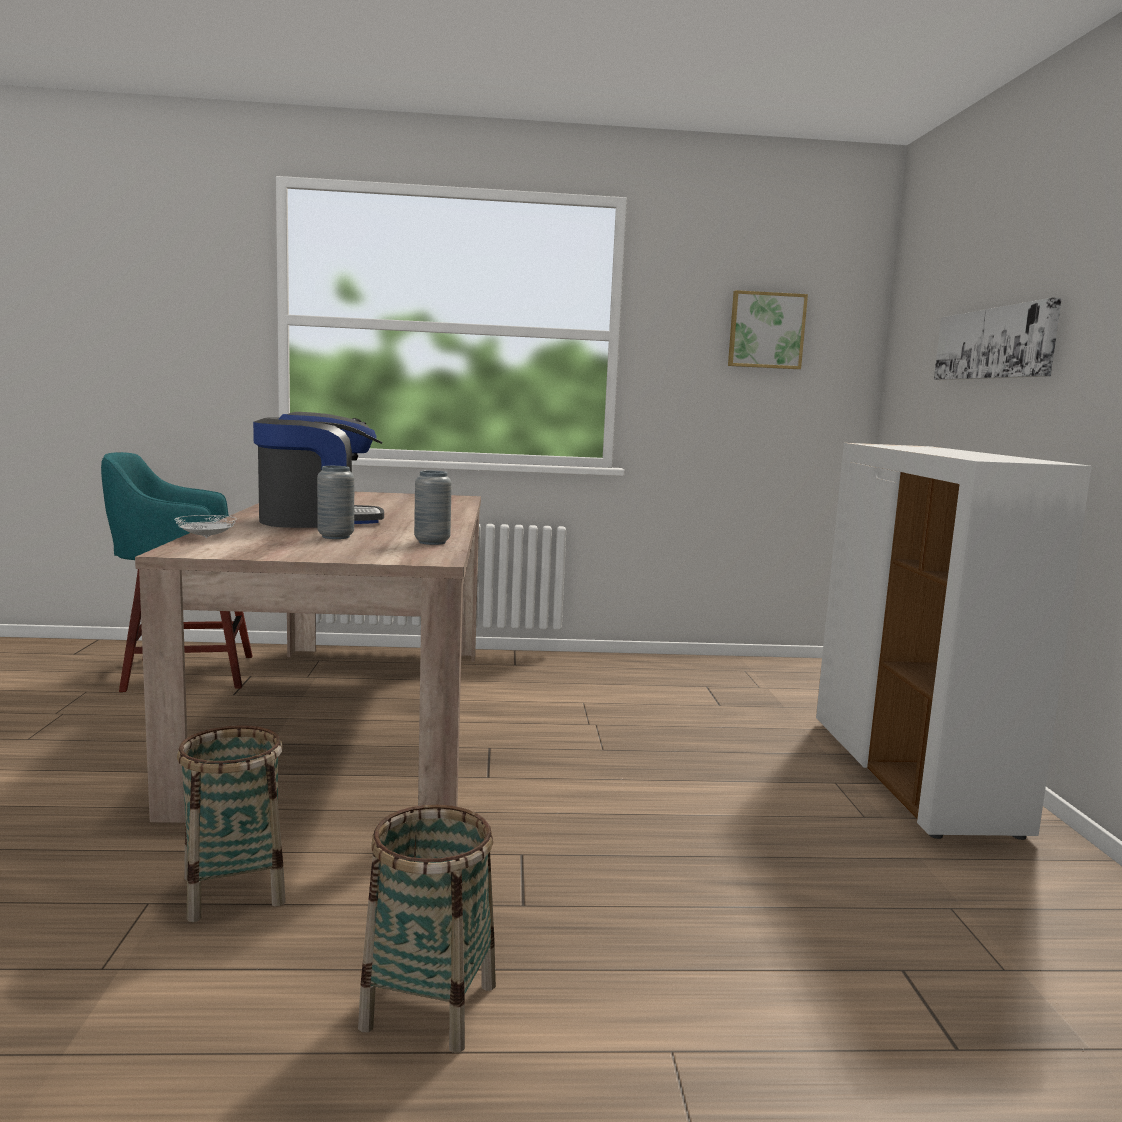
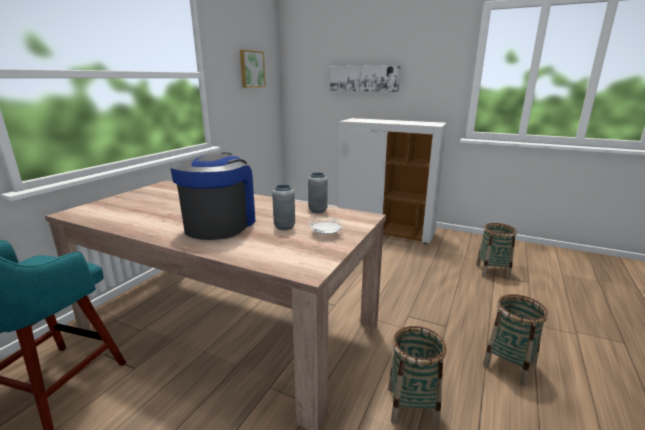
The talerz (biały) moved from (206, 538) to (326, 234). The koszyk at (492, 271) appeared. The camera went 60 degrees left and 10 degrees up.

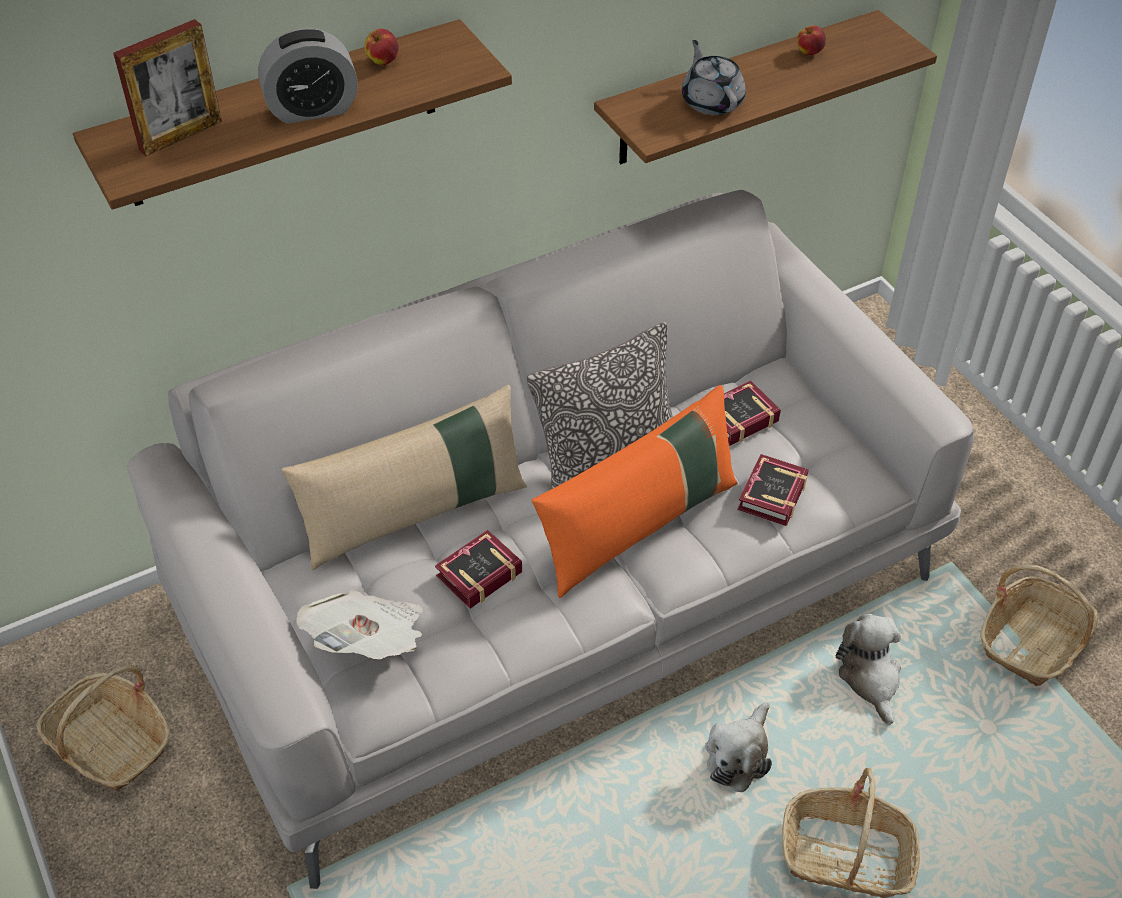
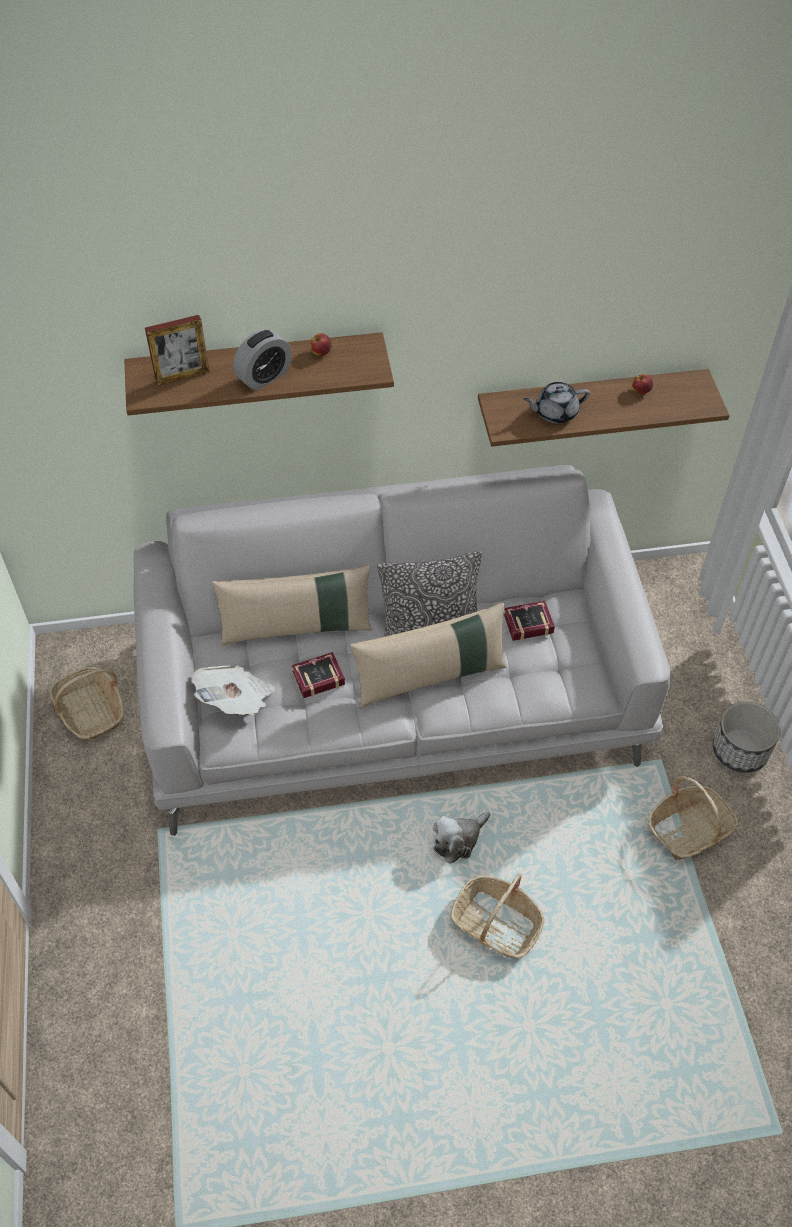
The budzik at (312, 109) turned 45 degrees counterclockwise. The imbryk (szary) at (712, 101) turned 105 degrees counterclockwise. The poduszka (pomarańczowy) at (639, 526) became the poduszka (beżowy) at (430, 676). The książka at (769, 497) disappeared. The pluszak at (870, 678) disappeared. The donica at (740, 750) appeared. The camera went 20 degrees right and 5 degrees up.

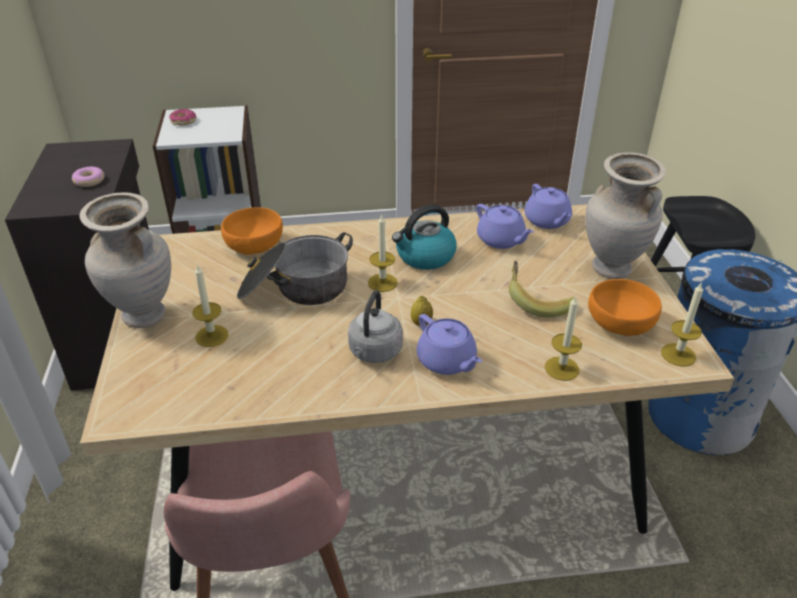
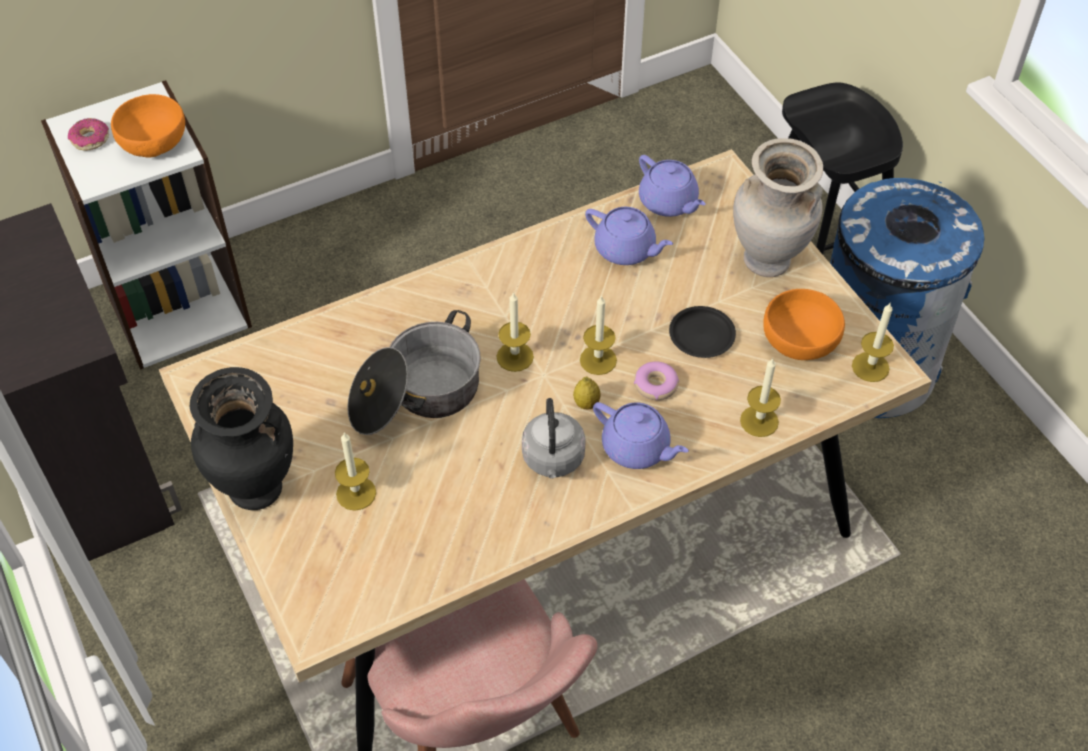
The donut moved from (89, 181) to (655, 385). The wazon (beżowy) at (143, 317) became the wazon (czarny) at (256, 491). The czajnik at (425, 257) disappeared. The miska (pomarańczowy) moved from (255, 245) to (154, 141). The banan at (537, 301) was replaced by the talerz (czarny) at (701, 335). The świeca at (598, 360) appeared. The camera went 20 degrees left and 15 degrees up.

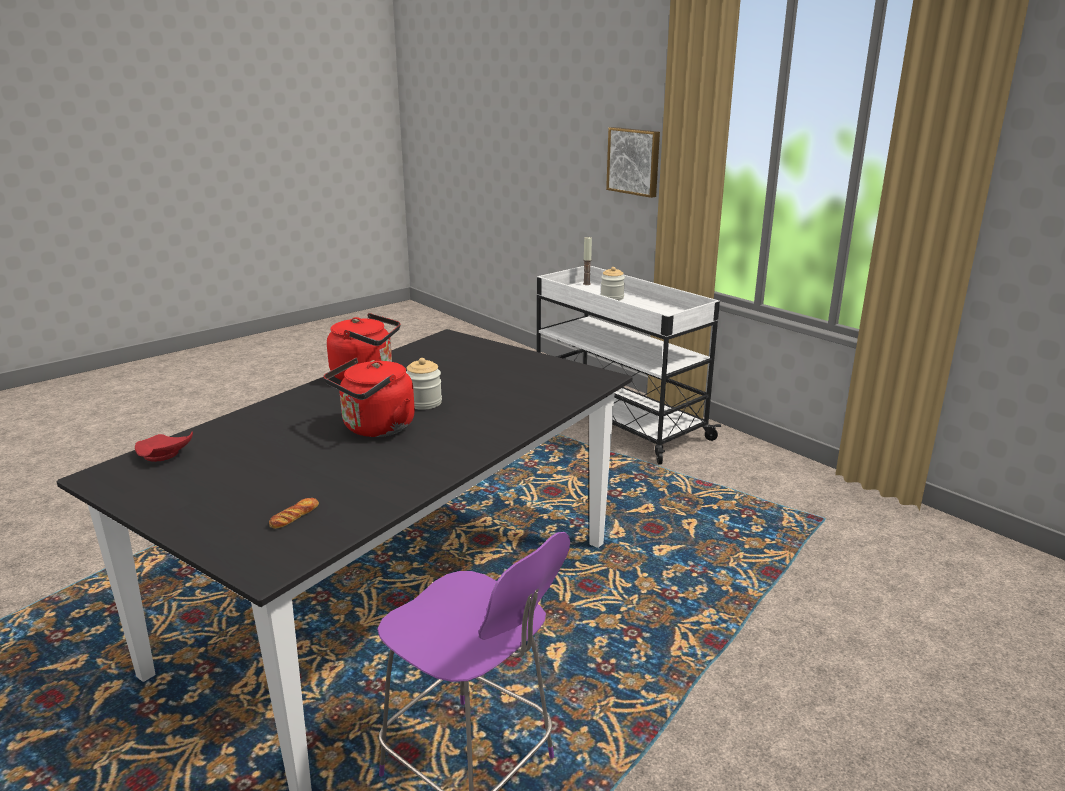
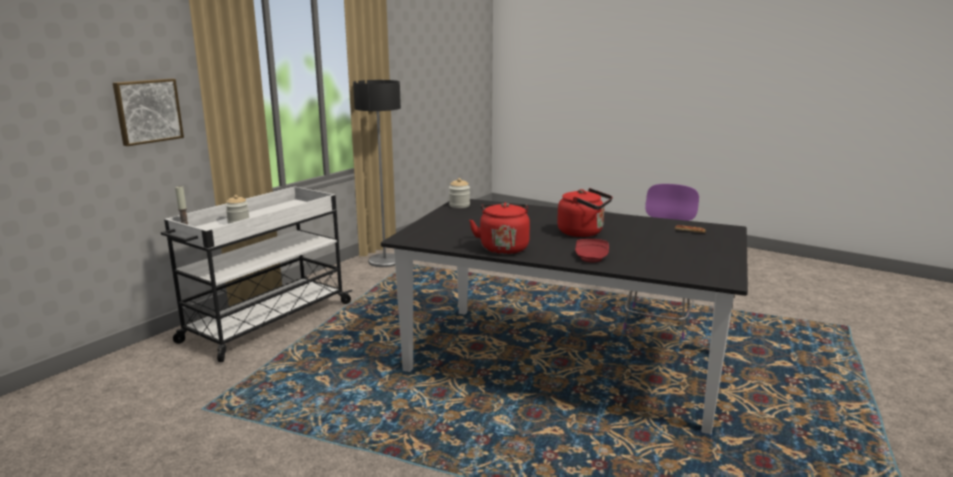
The słoik moved from (424, 403) to (459, 205). The talerz (czerwony) moved from (164, 456) to (591, 257). The lampa stojąca at (385, 261) appeared. The camera went 105 degrees left and 5 degrees down.

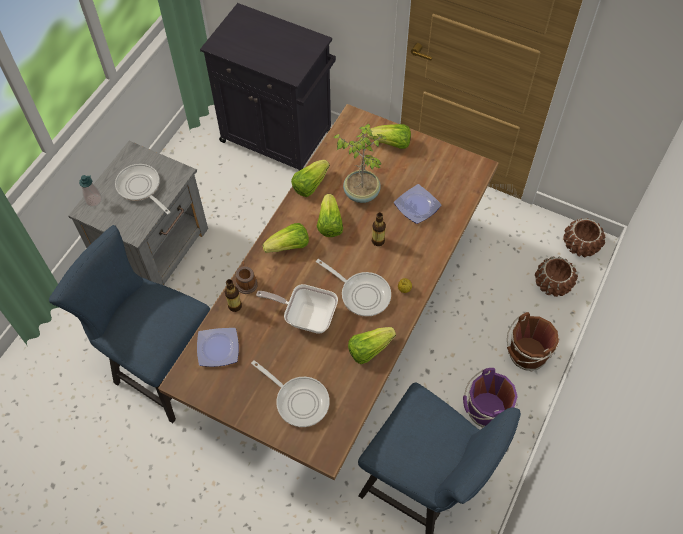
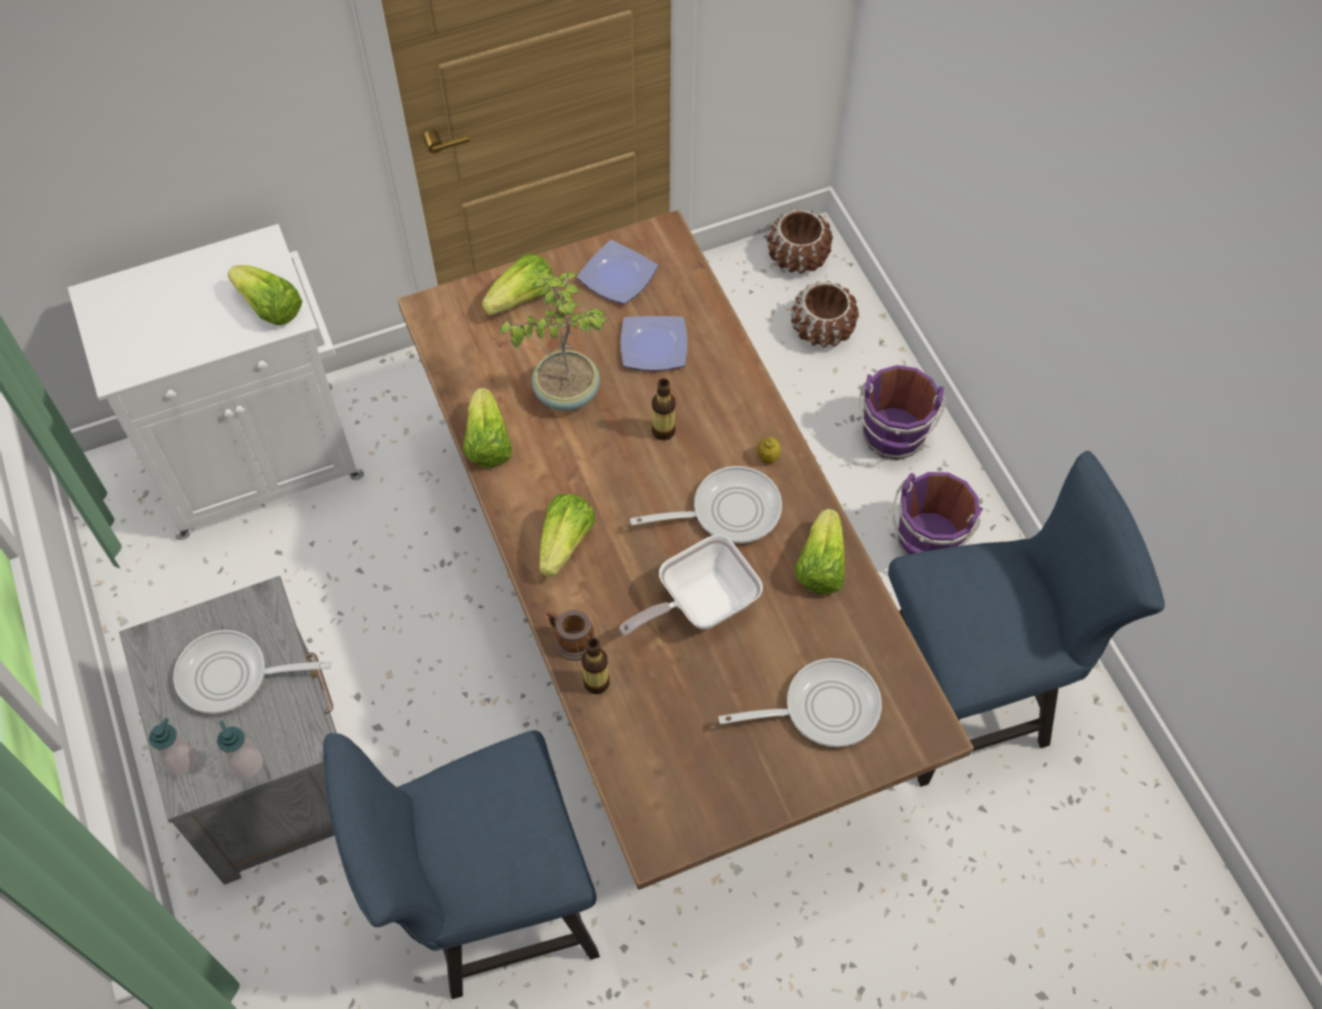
The szafka (czarny) at (278, 138) became the szafka (biały) at (262, 460). The sałata moved from (329, 223) to (269, 308). The wiadro (brązowy) at (526, 355) became the wiadro (fioletowy) at (893, 437). The talerz moved from (219, 349) to (619, 276). The dozownik mydła at (246, 763) appeared. The camera went 50 degrees left and 0 degrees up.

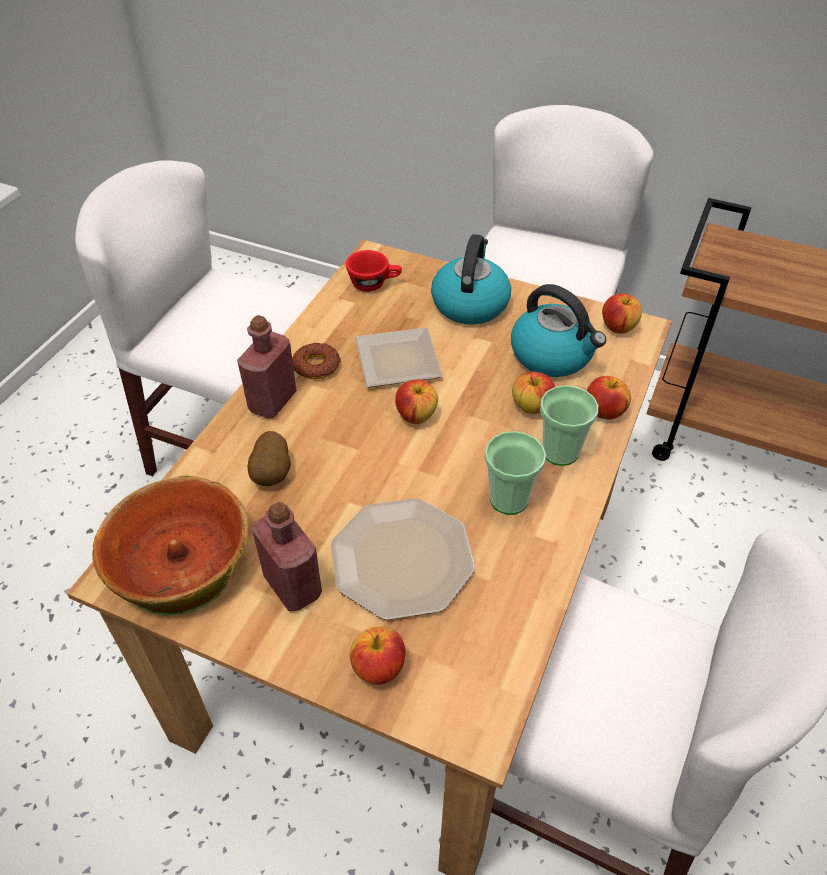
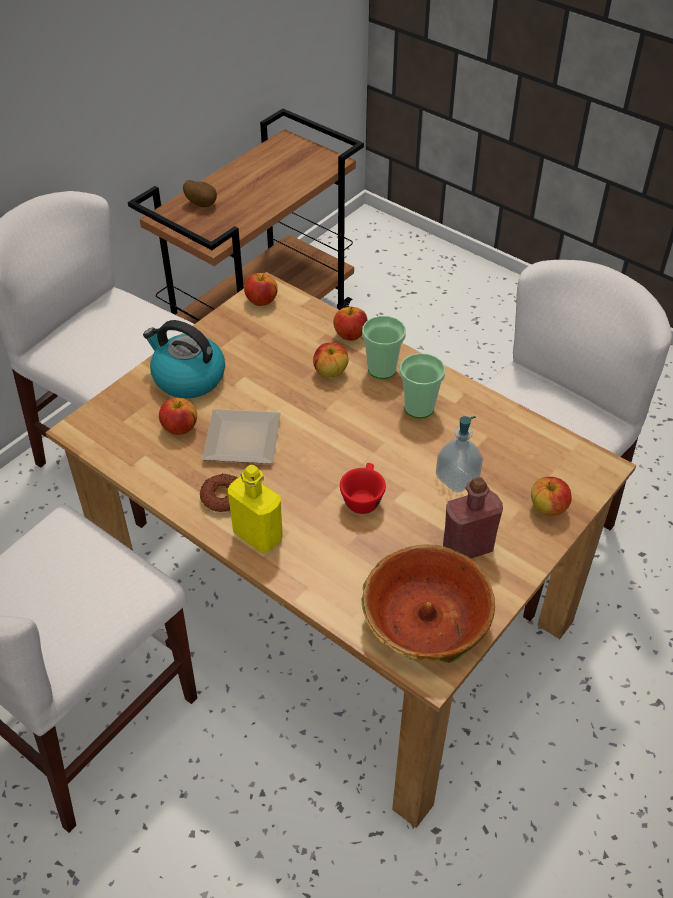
The filiżanka (czerwony) moved from (374, 284) to (362, 497). The czajnik at (553, 355) disappeared. The butelka (czerwony) at (272, 401) became the butelka (żółty) at (258, 535). The jabłko moved from (416, 416) to (180, 428). The ziemniak moved from (273, 474) to (202, 204). The talerz at (402, 557) was replaced by the dozownik mydła at (457, 478). The camera went 75 degrees left and 0 degrees up.

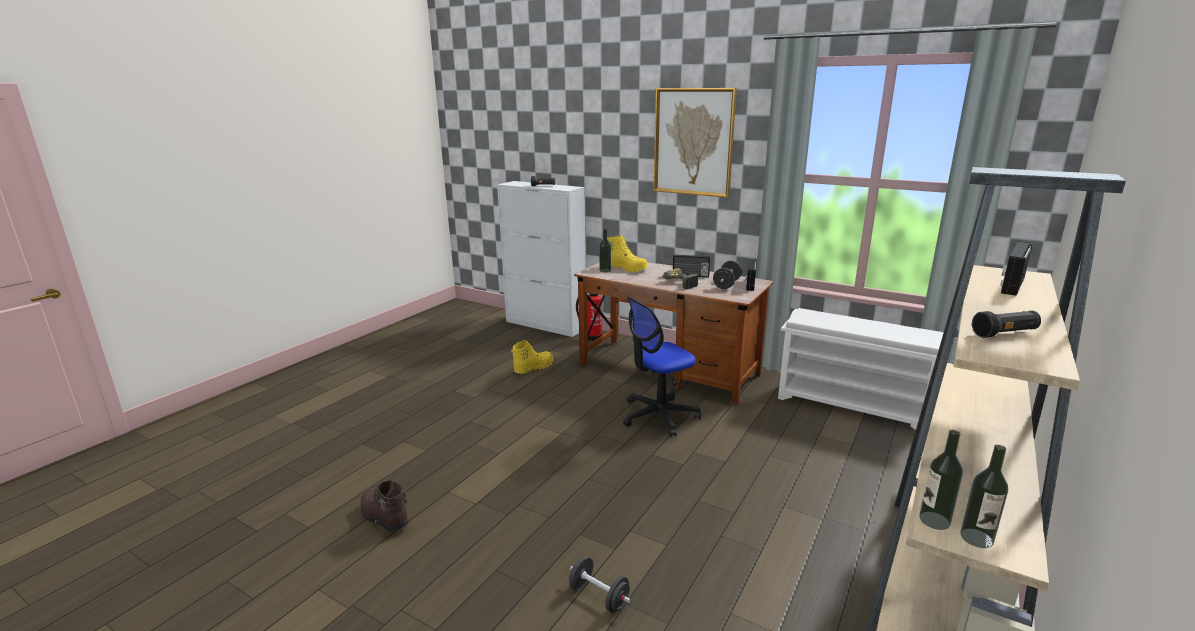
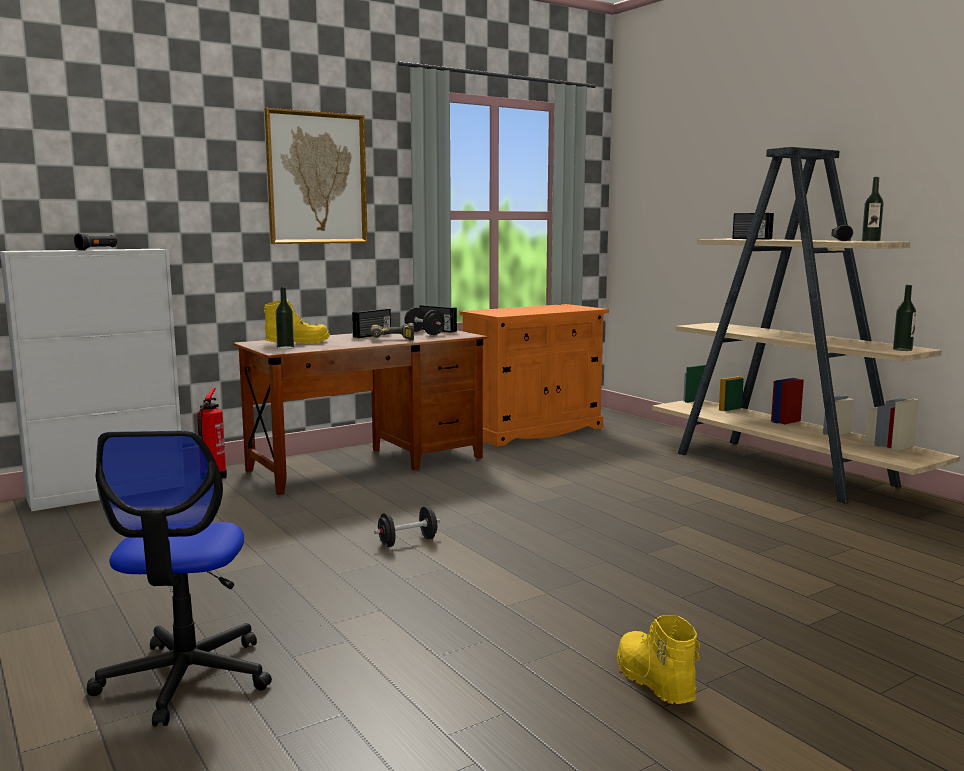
The krzesło biurowe moved from (659, 415) to (186, 678). The regał na buty (biały) at (853, 405) was replaced by the szafka (pomarańczowy) at (533, 430). The but z cholewką (żółty) moved from (533, 368) to (653, 681). The butelka moved from (934, 520) to (870, 241). The but z cholewką (brązowy) at (384, 518) disappeared. The hantel (czarny) moved from (599, 597) to (408, 542). The camera went 65 degrees left and 10 degrees down.

